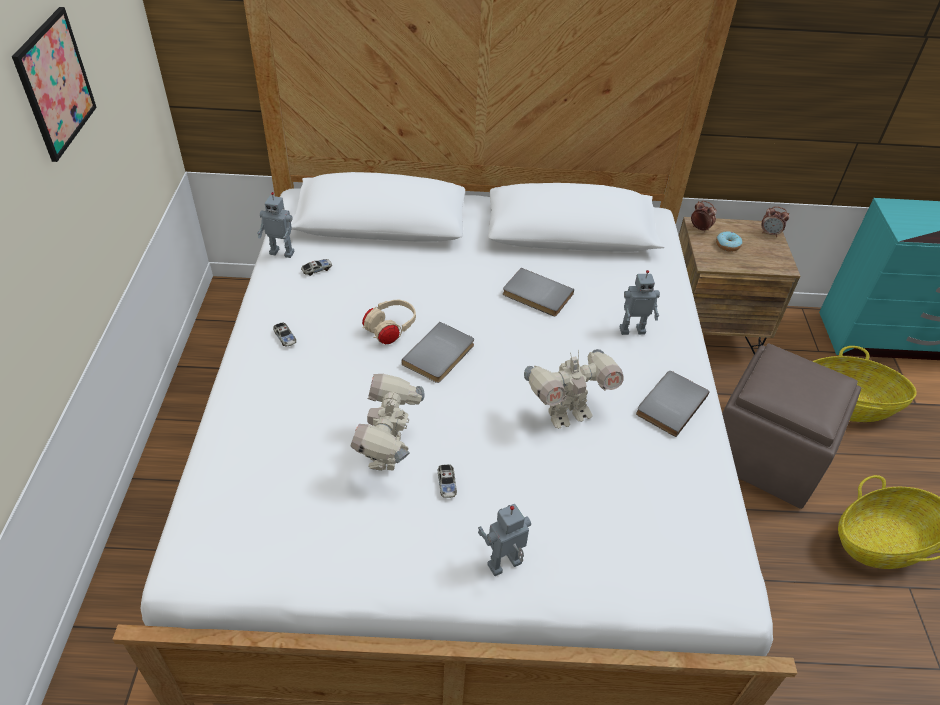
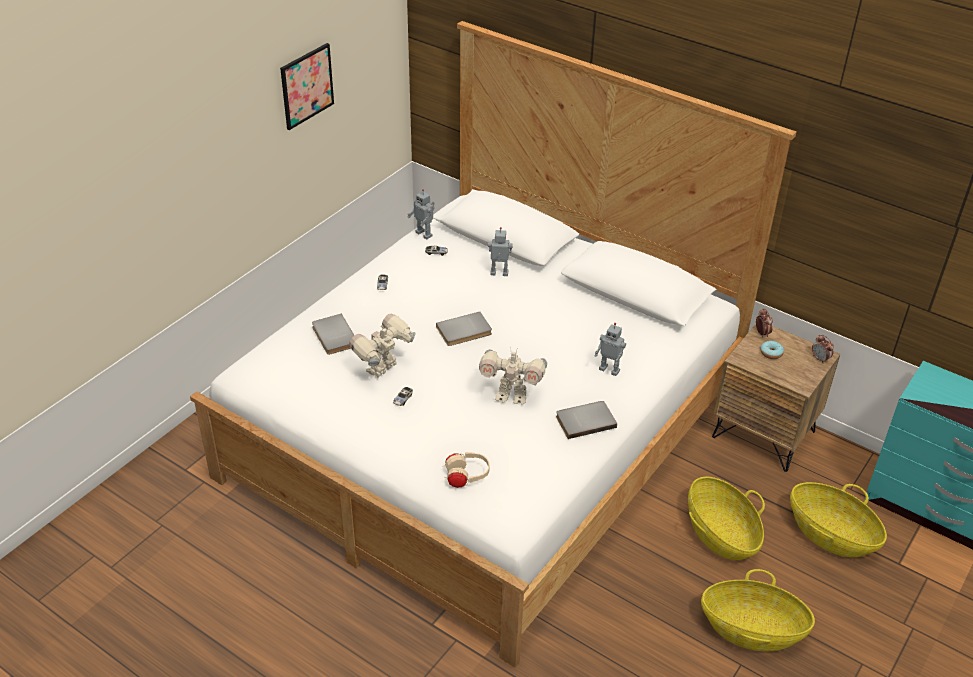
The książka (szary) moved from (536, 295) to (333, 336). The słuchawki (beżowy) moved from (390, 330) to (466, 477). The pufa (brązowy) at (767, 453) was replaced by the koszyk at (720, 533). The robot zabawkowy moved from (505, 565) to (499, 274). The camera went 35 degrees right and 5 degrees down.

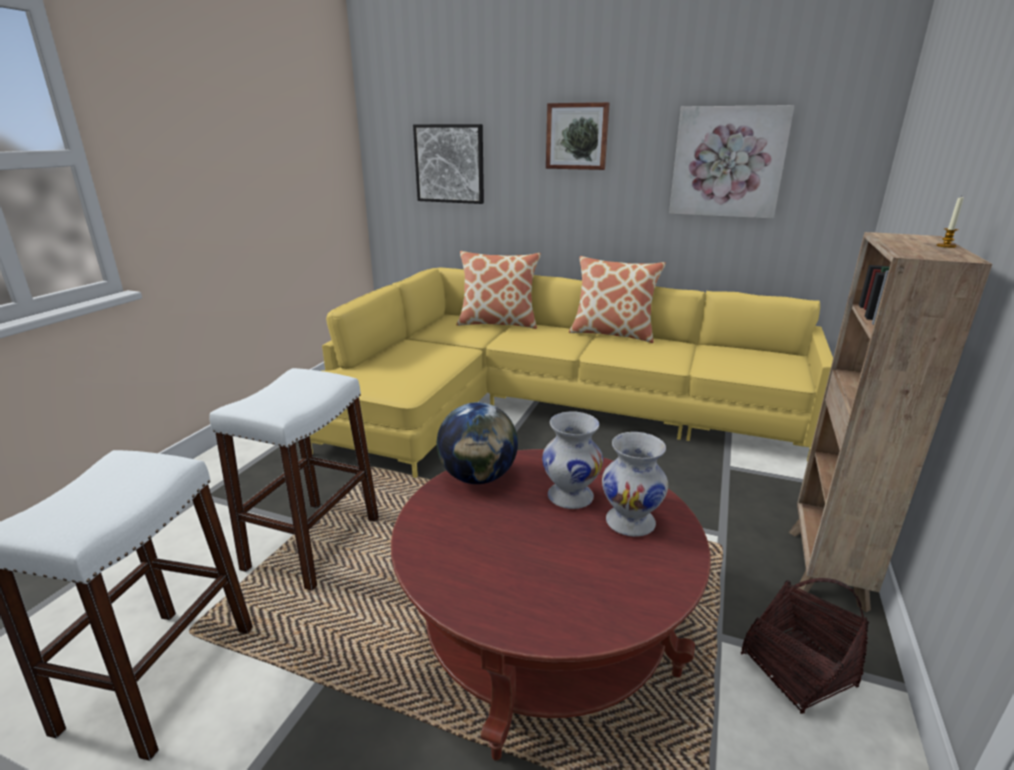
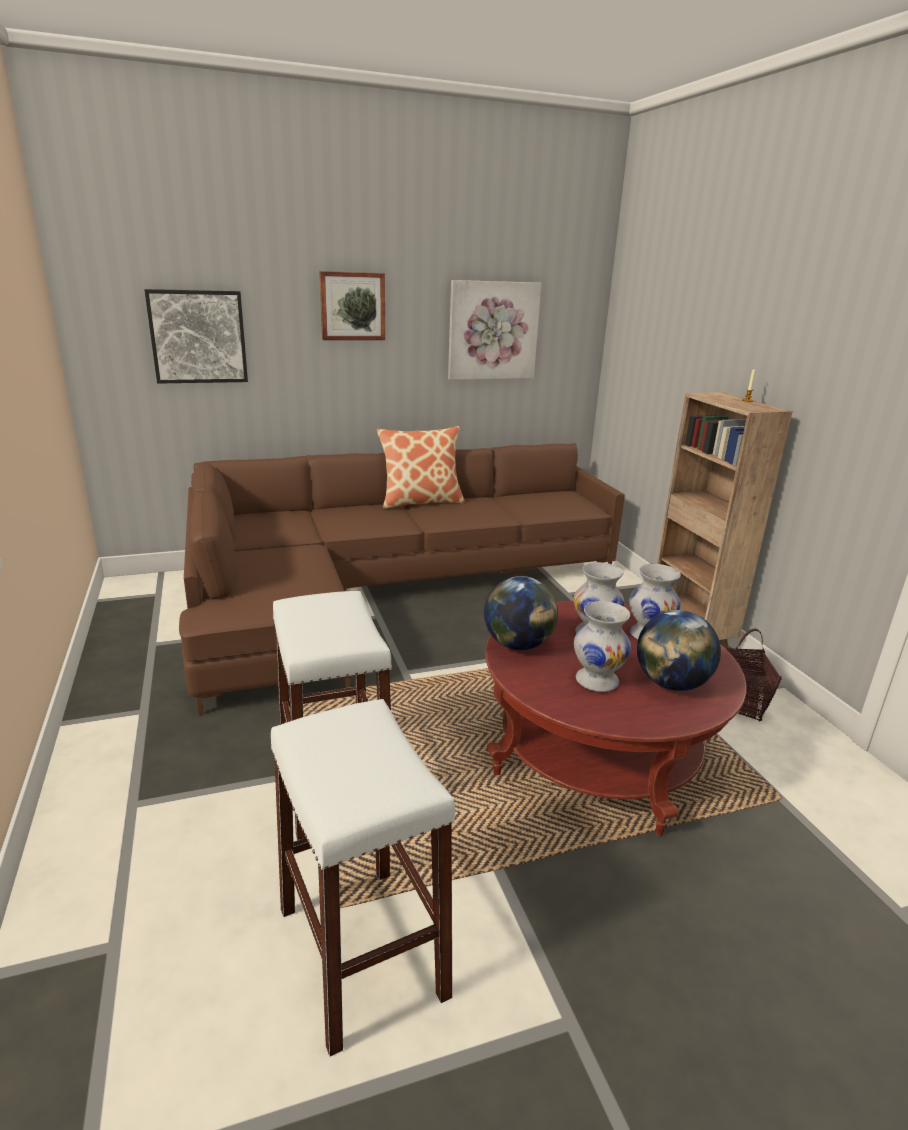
The poduszka at (498, 323) disappeared. The kanapa (żółty) at (544, 408) became the kanapa (brązowy) at (380, 591). The wazon (biały) at (596, 681) appeared. The globus at (671, 684) appeared. The camera went 40 degrees left and 0 degrees up.

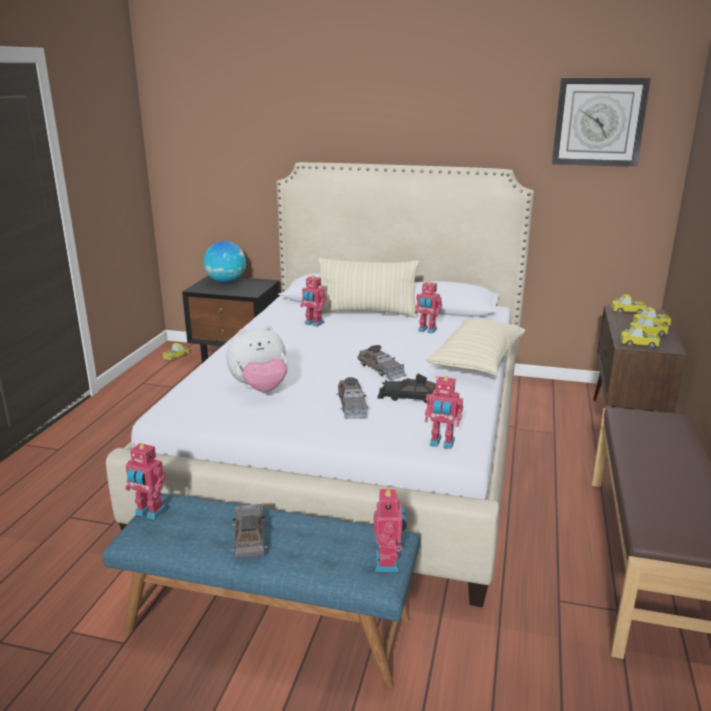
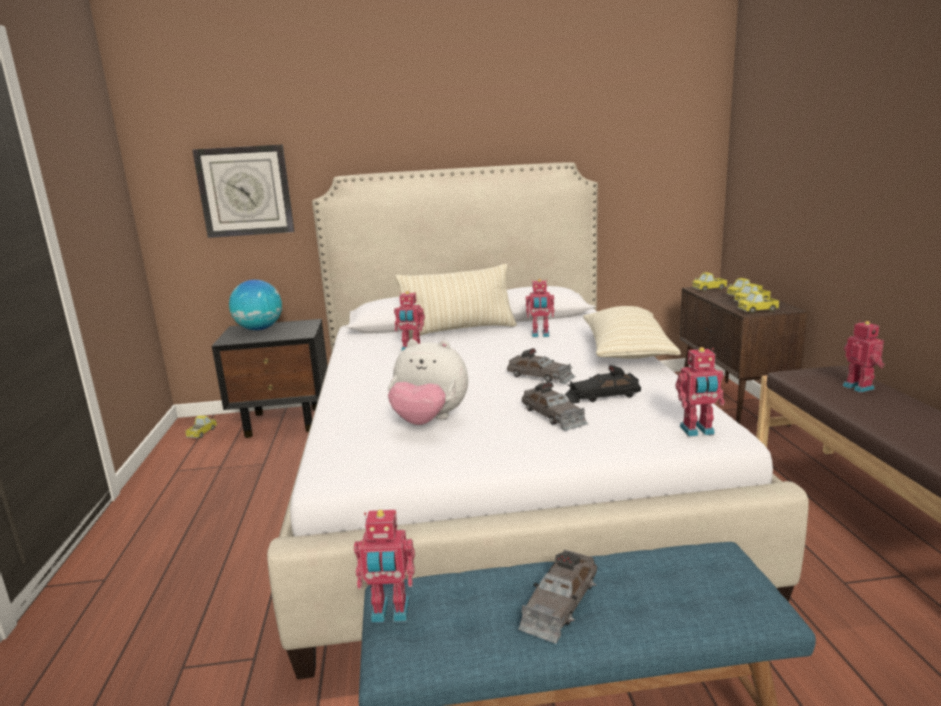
The zegar ścienny moved from (599, 122) to (245, 191). The pluszak at (260, 389) turned 60 degrees clockwise. The robot zabawkowy moved from (389, 563) to (859, 387). The samochodzik (szary) at (249, 536) turned 120 degrees counterclockwise. The camera went 20 degrees left and 5 degrees down.

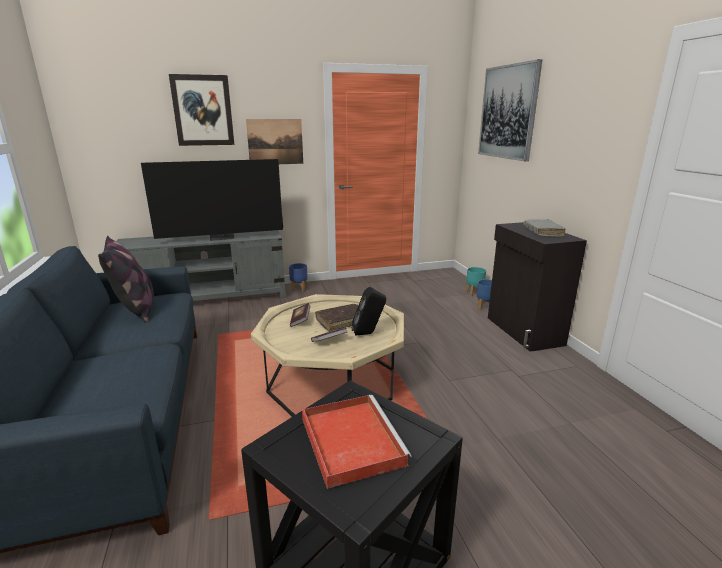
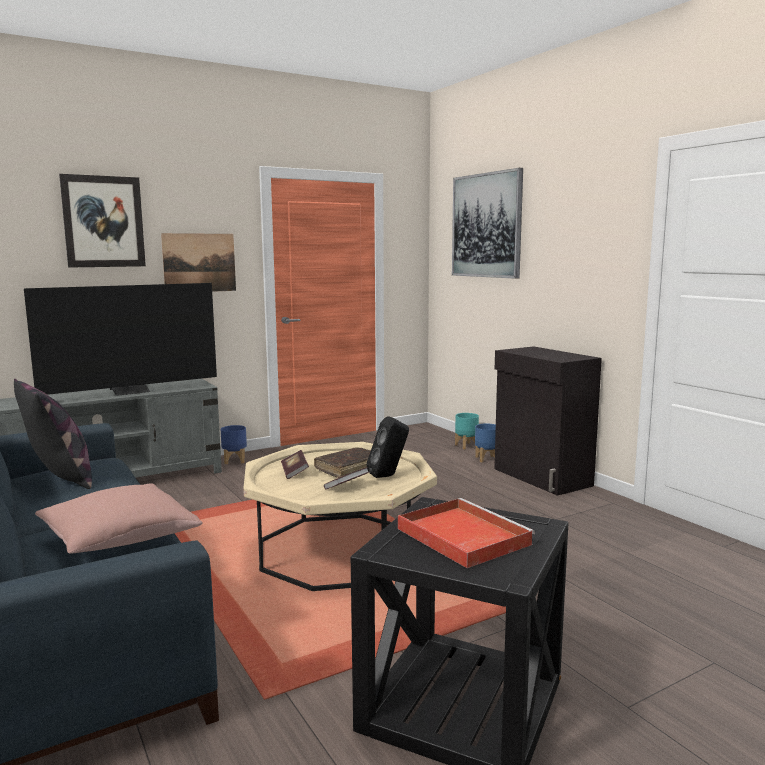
The książka (szary) at (542, 232) disappeared. The poduszka (różowy) at (119, 538) appeared. The camera went 15 degrees left and 10 degrees down.

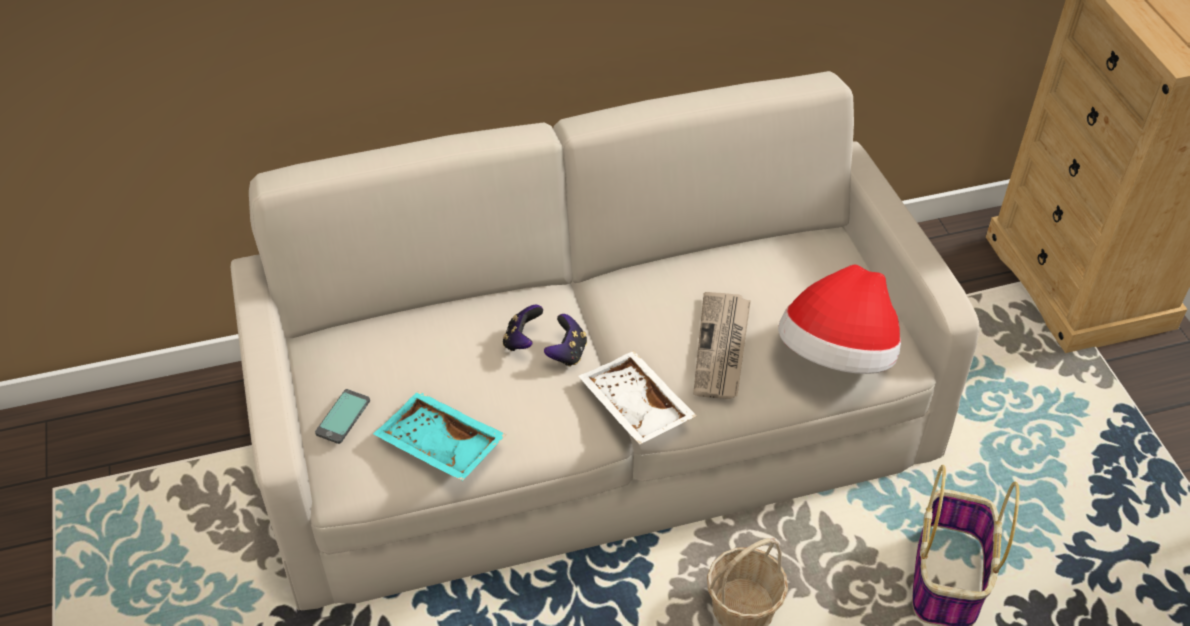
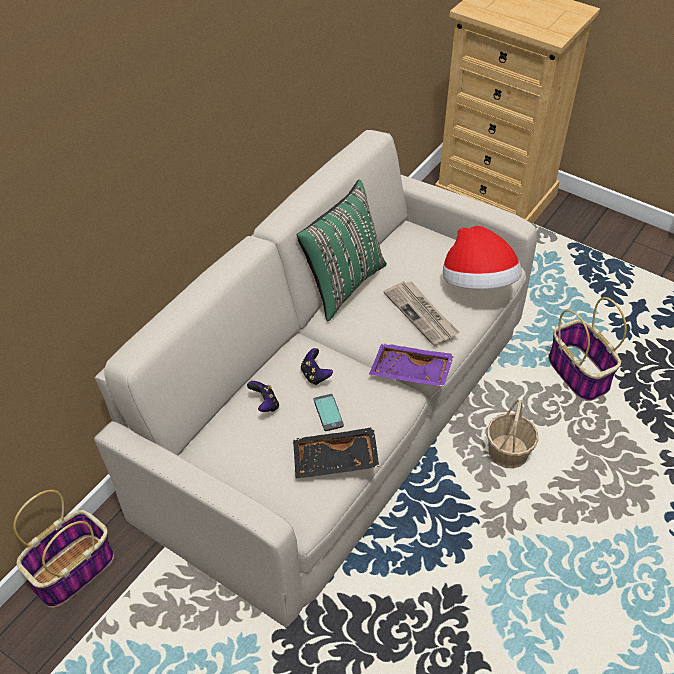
The pad do gier moved from (567, 353) to (265, 404). The taca (biały) at (633, 407) became the taca (fioletowy) at (410, 373). The telefon moved from (343, 417) to (328, 413). The taca (turkusowy) at (439, 447) became the taca (czarny) at (335, 461). The poduszka (zielony) at (342, 284) appeared. The koszyk at (73, 569) appeared. The camera went 40 degrees left and 0 degrees up.

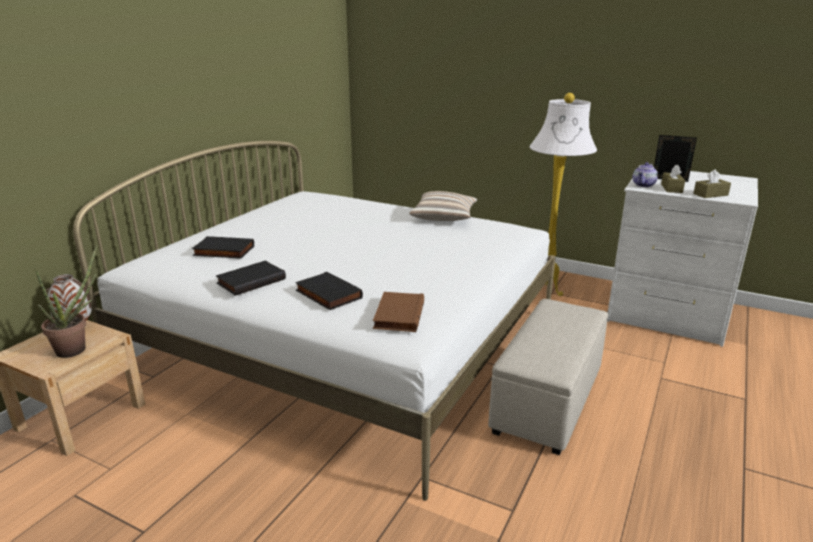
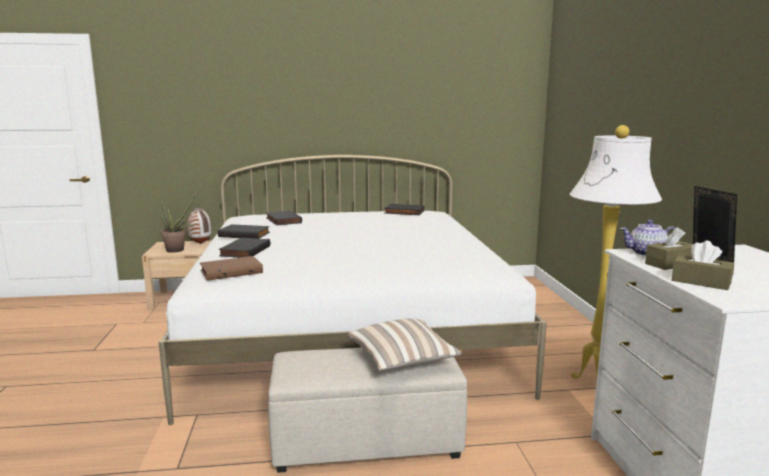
The poduszka moved from (444, 218) to (403, 360). The książka (czarny) at (403, 212) appeared. The camera went 55 degrees right and 10 degrees down.

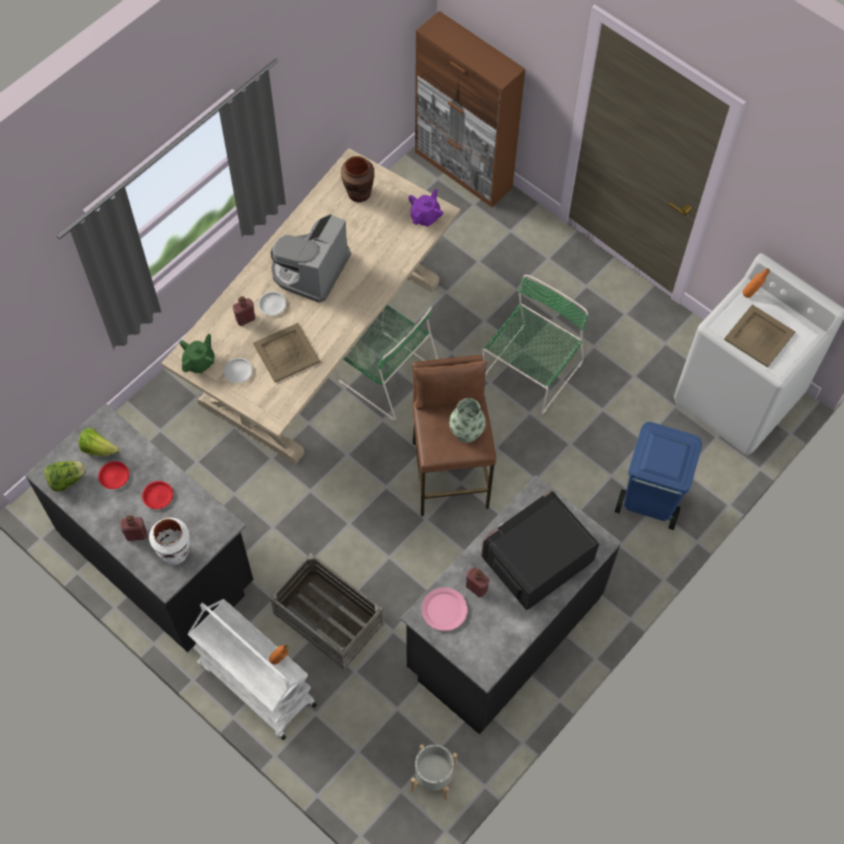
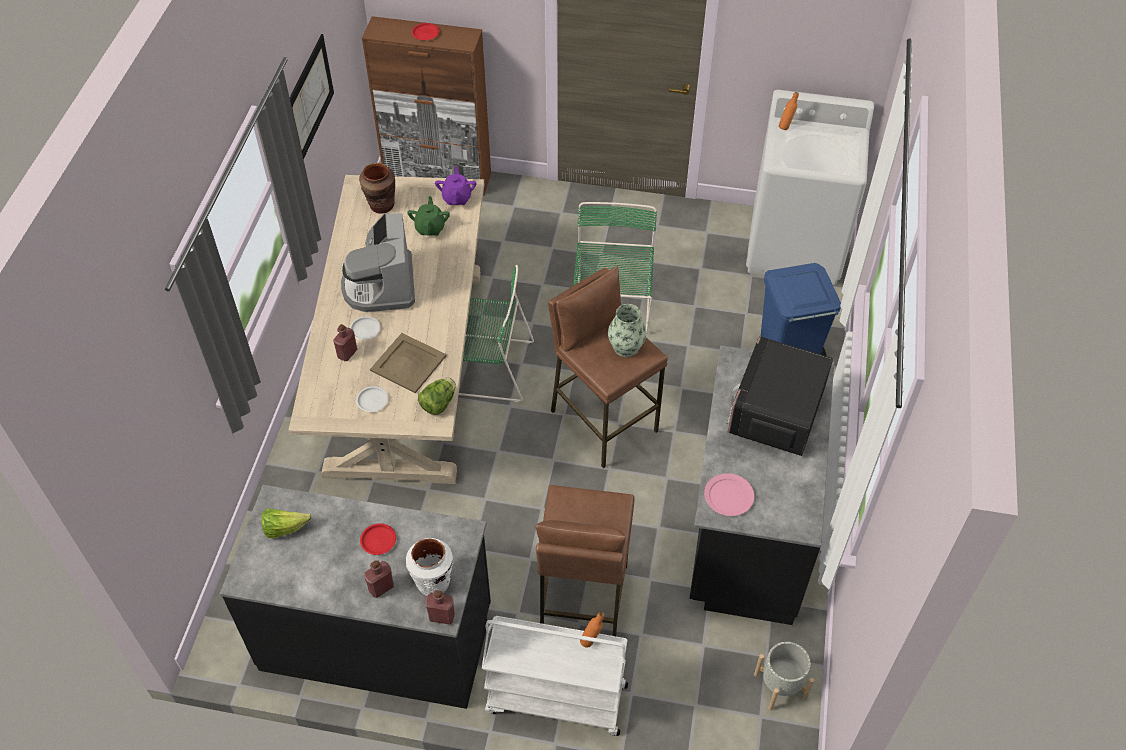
The taca (beżowy) at (760, 336) disappeared. The imbryk (zielony) moved from (199, 362) to (430, 228). The sałata moved from (67, 480) to (438, 403). The talerz (czerwony) moved from (114, 476) to (425, 33). The skrzynka at (327, 619) was replaced by the stołek (brązowy) at (582, 602). The butelka (czerwony) moved from (476, 588) to (441, 616). The obraz at (310, 98) appeared. The camera went 30 degrees left and 10 degrees down.

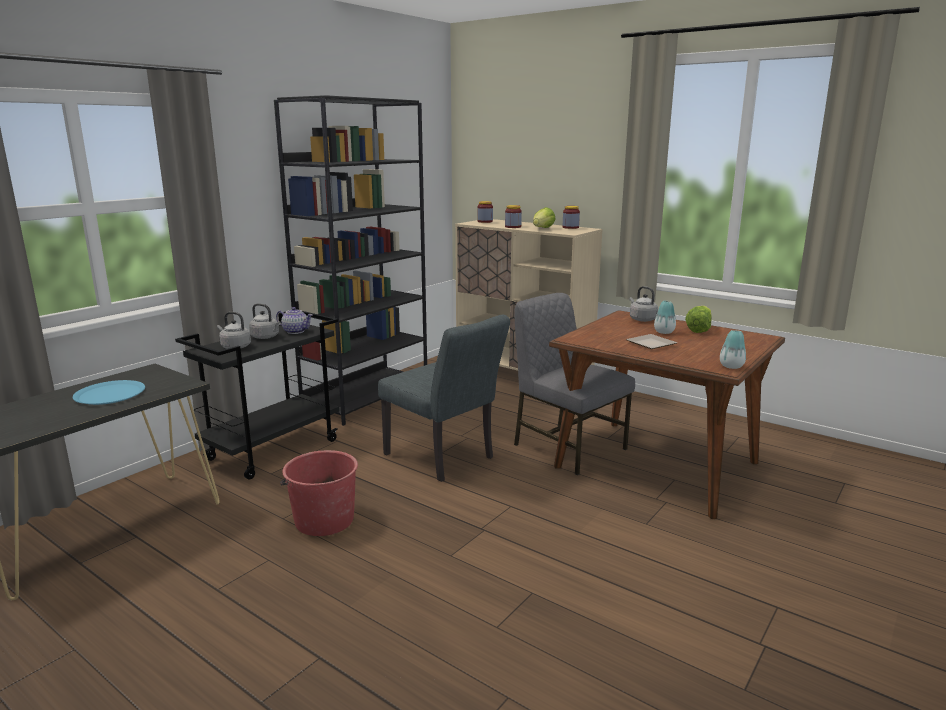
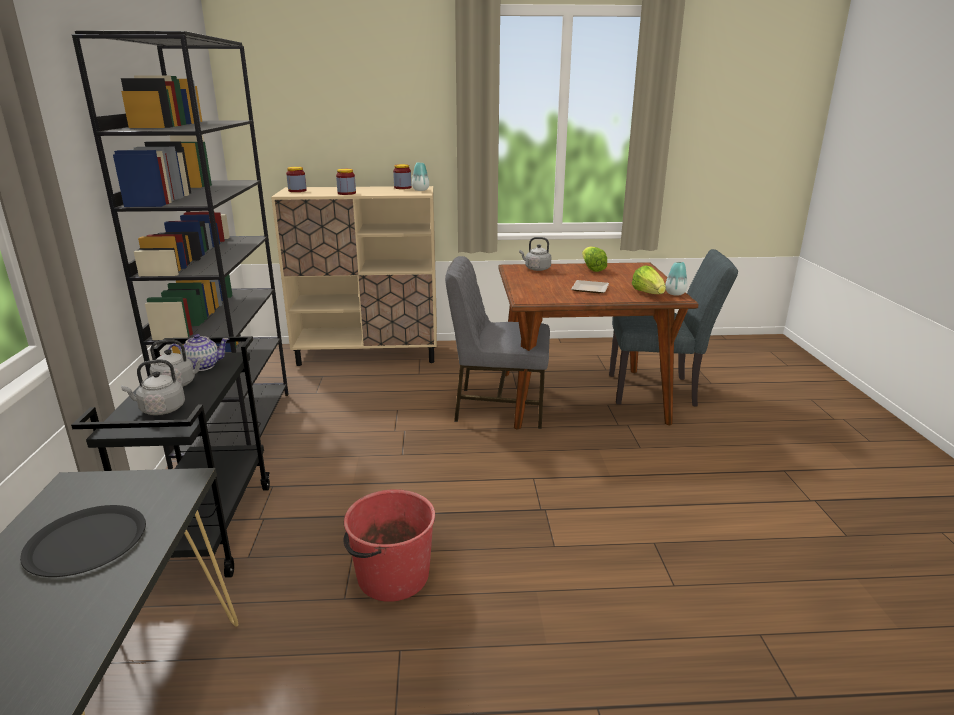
The sałata moved from (542, 229) to (648, 293). The wazon moved from (664, 332) to (420, 190). The krzesło (szary) moved from (444, 458) to (659, 390). The talerz (niebieski) at (110, 394) became the talerz (czarny) at (86, 542). The camera went 40 degrees left and 5 degrees up.

